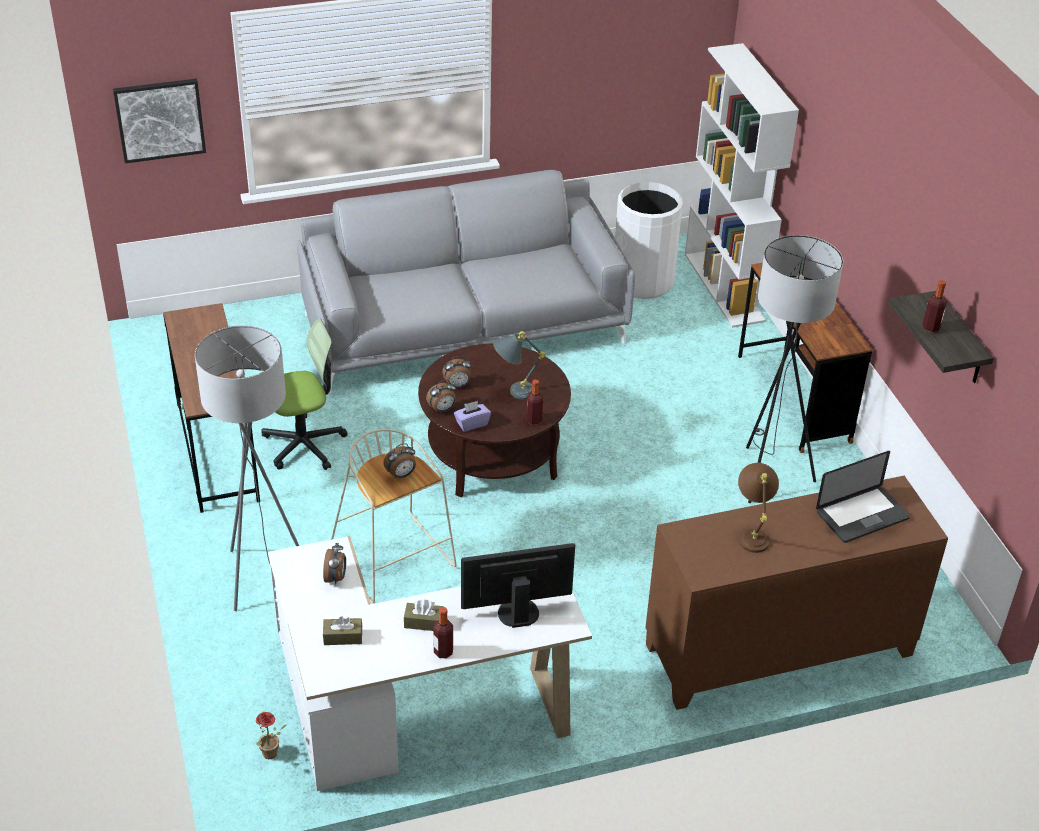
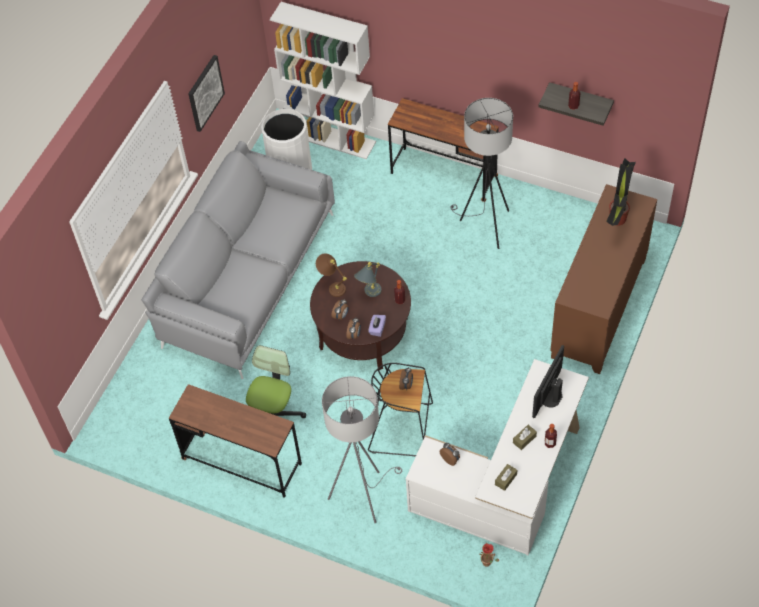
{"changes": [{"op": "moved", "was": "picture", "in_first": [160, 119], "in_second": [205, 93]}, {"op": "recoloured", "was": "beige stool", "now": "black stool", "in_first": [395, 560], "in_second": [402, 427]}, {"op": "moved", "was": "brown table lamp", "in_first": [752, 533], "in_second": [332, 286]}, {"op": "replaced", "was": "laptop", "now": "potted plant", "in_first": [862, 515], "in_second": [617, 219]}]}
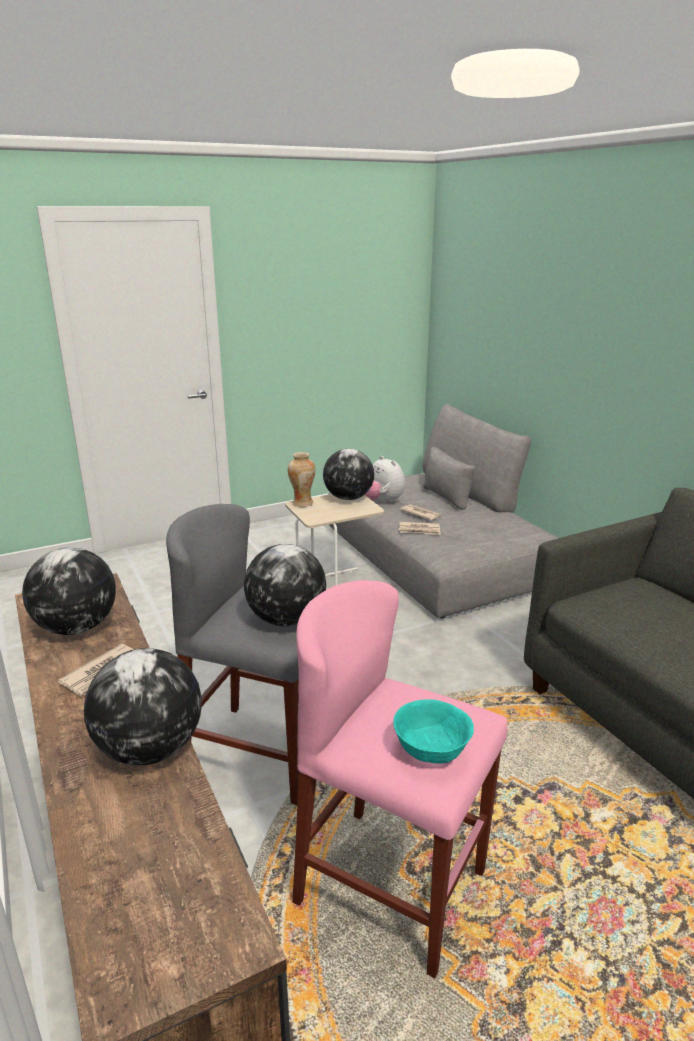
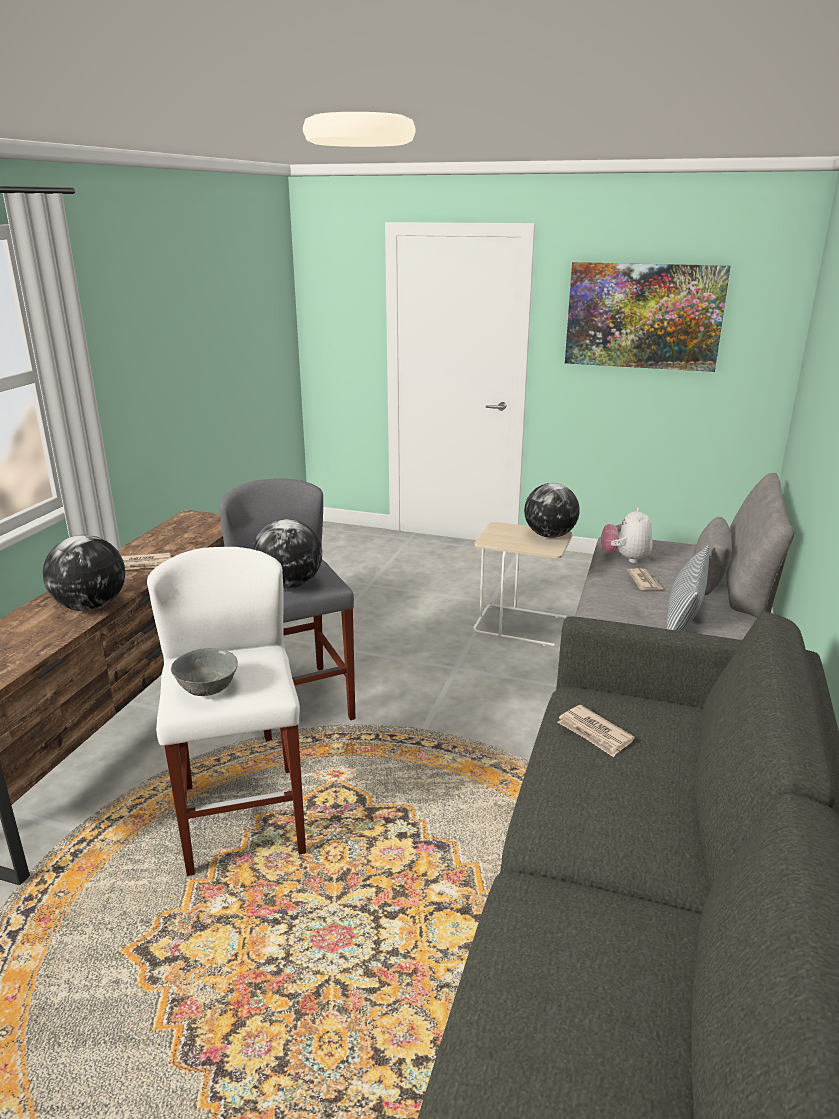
{"changes": [{"op": "removed", "was": "globe", "in_first": [76, 628]}, {"op": "removed", "was": "vase", "in_first": [302, 503]}, {"op": "recoloured", "was": "pink stool", "now": "white stool", "in_first": [391, 887], "in_second": [243, 819]}, {"op": "recoloured", "was": "turquoise bowl", "now": "grey bowl", "in_first": [431, 750], "in_second": [208, 688]}, {"op": "moved", "was": "newspaper", "in_first": [419, 530], "in_second": [594, 733]}, {"op": "added", "now": "picture", "in_second": [643, 316]}, {"op": "added", "now": "pillow", "in_second": [684, 615]}]}
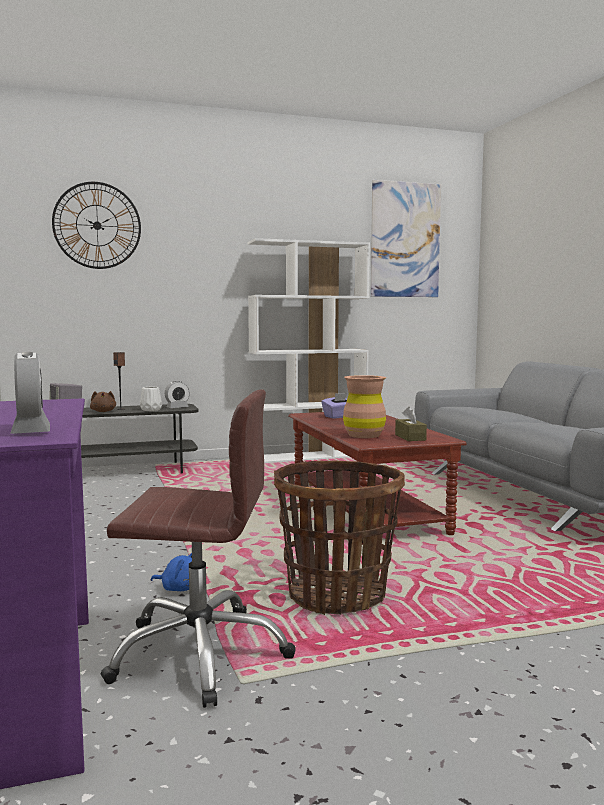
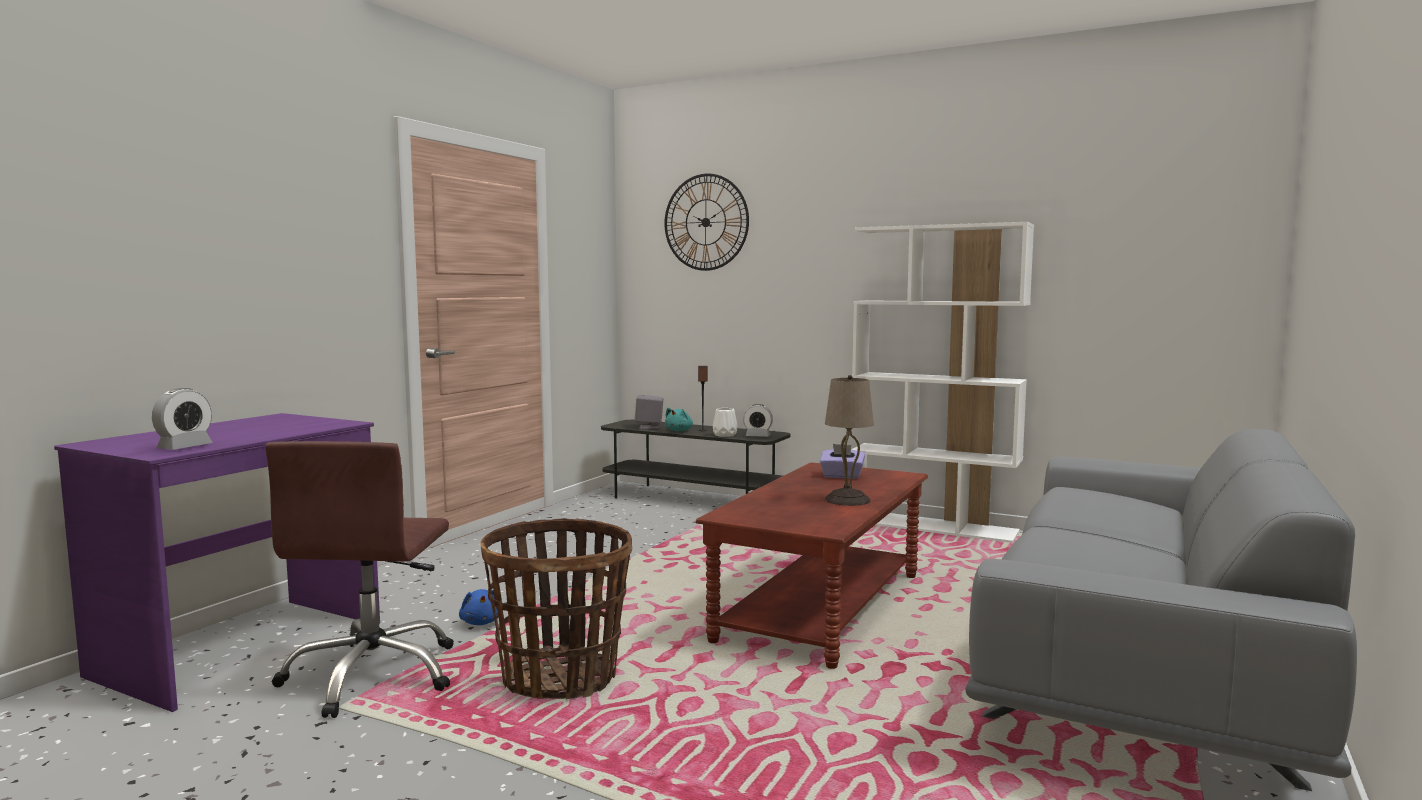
{"changes": [{"op": "recoloured", "was": "brown plush toy", "now": "turquoise plush toy", "in_first": [103, 411], "in_second": [679, 431]}, {"op": "turned", "was": "brown office chair", "in_first": [200, 653], "in_second": [373, 675], "clockwise": 45}, {"op": "removed", "was": "brown vase", "in_first": [364, 435]}, {"op": "removed", "was": "picture", "in_first": [405, 240]}, {"op": "removed", "was": "brown tissue box", "in_first": [410, 437]}, {"op": "added", "now": "beige table lamp", "in_second": [848, 499]}]}
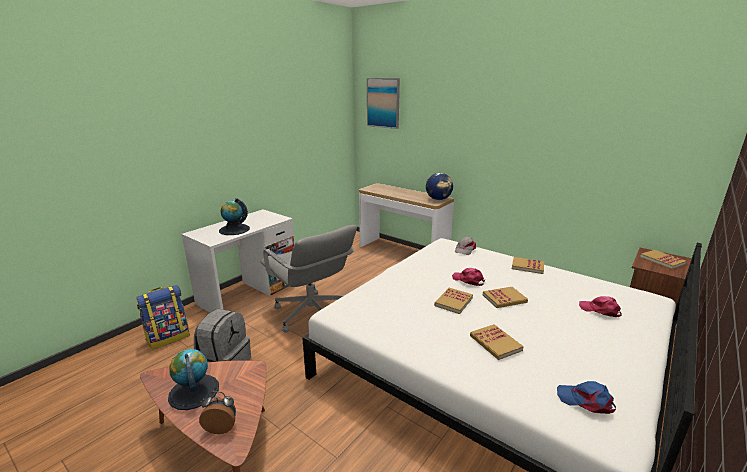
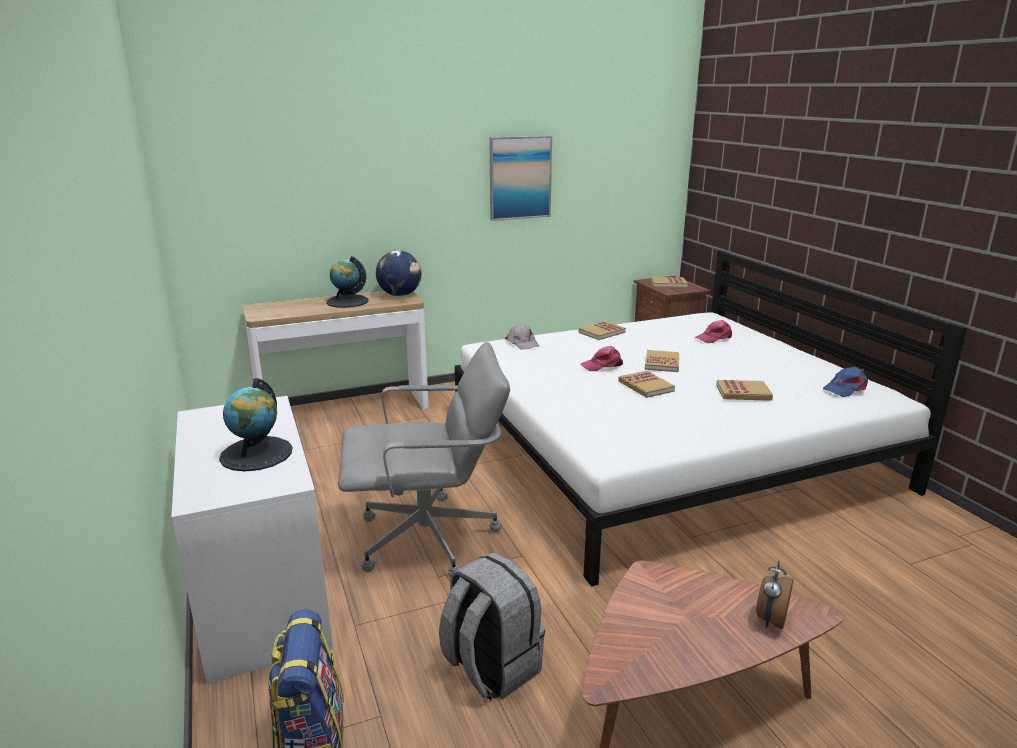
{"changes": [{"op": "moved", "was": "globe", "in_first": [193, 392], "in_second": [347, 301]}, {"op": "moved", "was": "picture", "in_first": [383, 103], "in_second": [520, 178]}]}
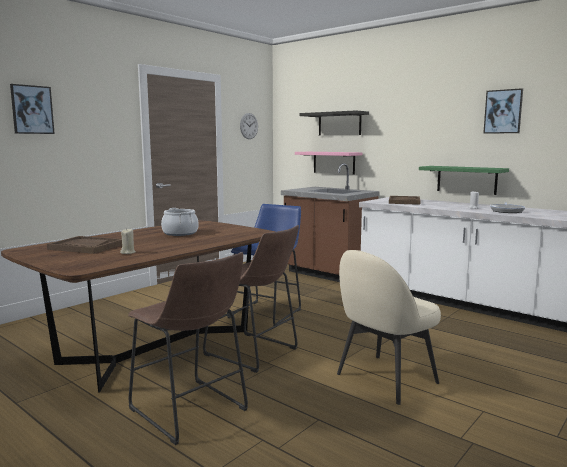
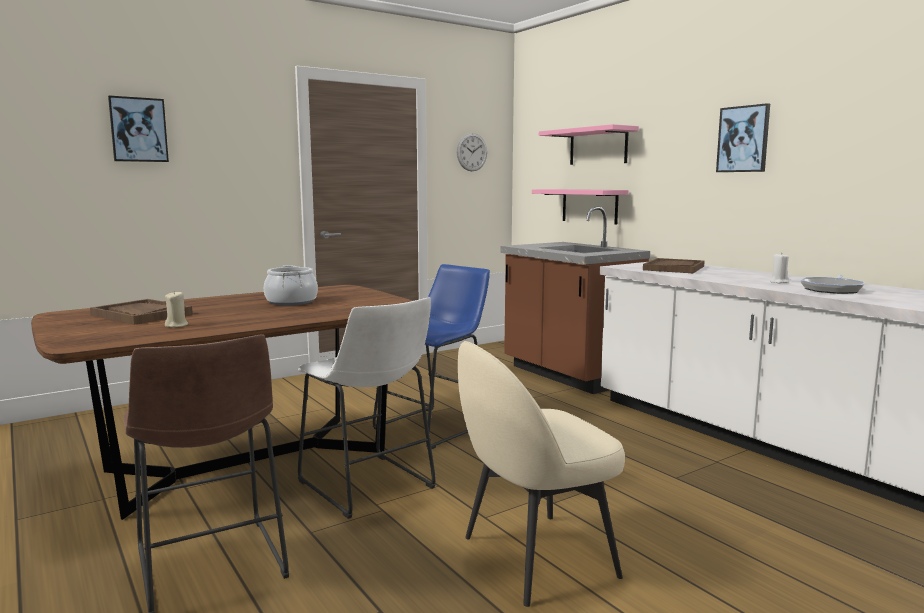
{"changes": [{"op": "recoloured", "was": "brown stool", "now": "white stool", "in_first": [254, 353], "in_second": [369, 487]}, {"op": "recoloured", "was": "black shelf", "now": "pink shelf", "in_first": [339, 124], "in_second": [598, 146]}, {"op": "removed", "was": "green shelf", "in_first": [466, 179]}, {"op": "moved", "was": "picture", "in_first": [503, 111], "in_second": [743, 139]}]}
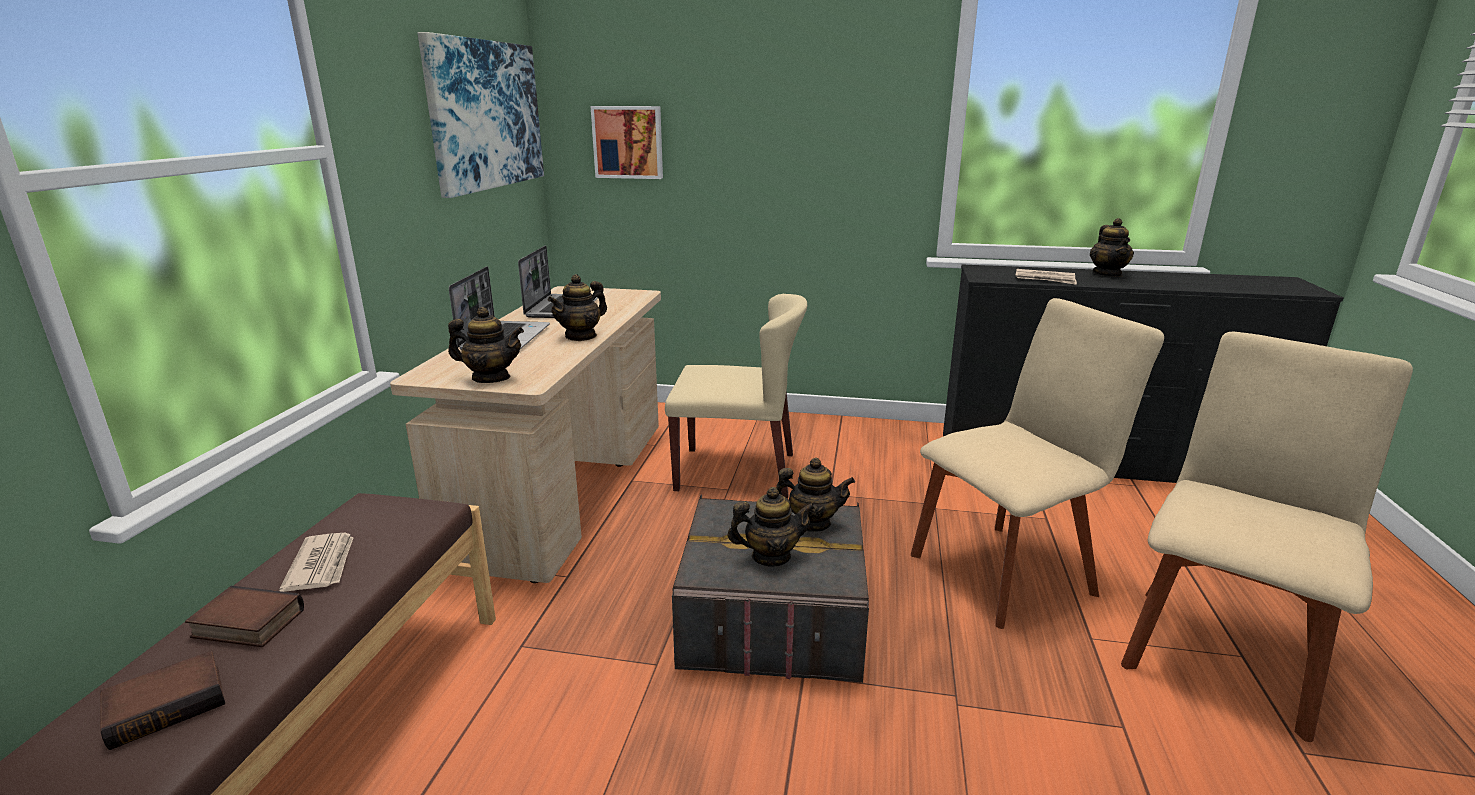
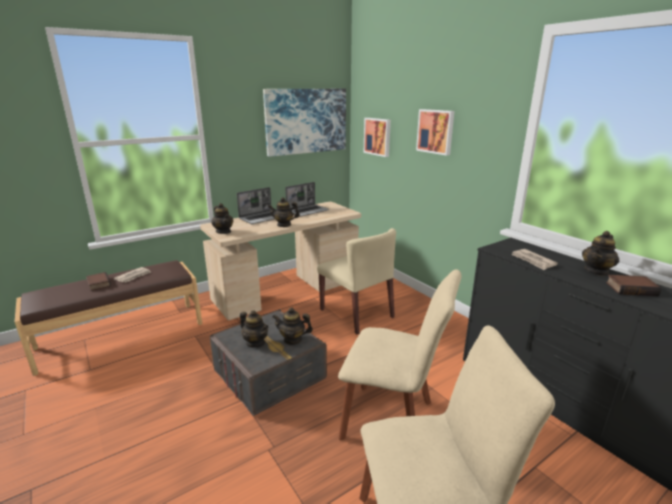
{"changes": [{"op": "moved", "was": "book", "in_first": [168, 704], "in_second": [631, 288]}, {"op": "turned", "was": "teapot", "in_first": [812, 523], "in_second": [292, 339], "clockwise": 135}, {"op": "added", "now": "picture", "in_second": [436, 131]}]}
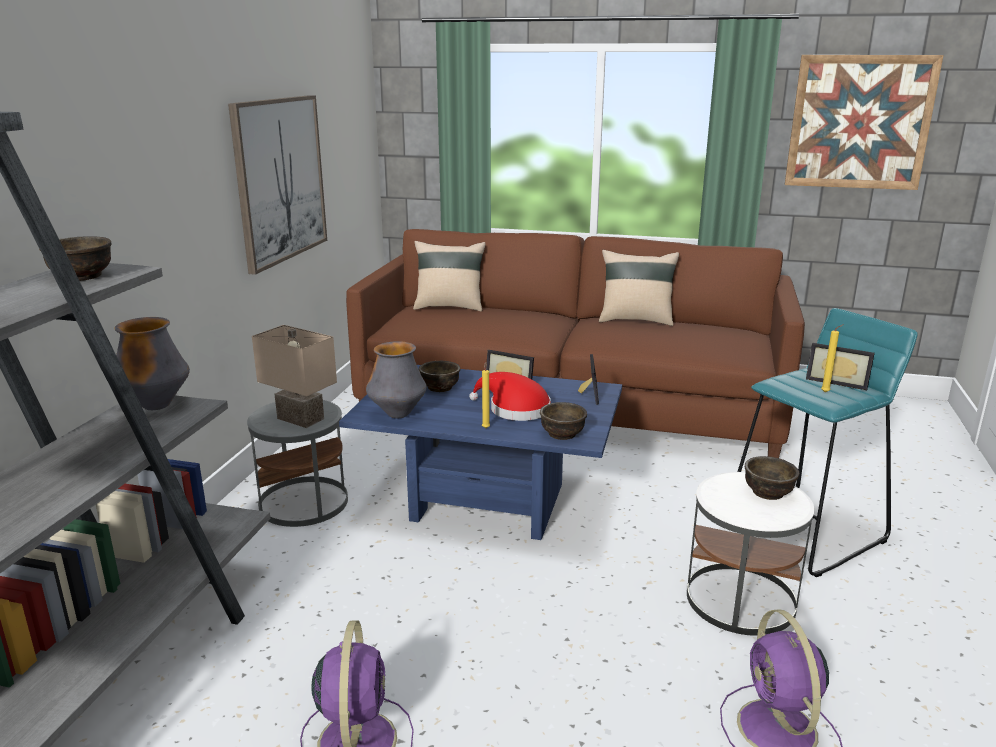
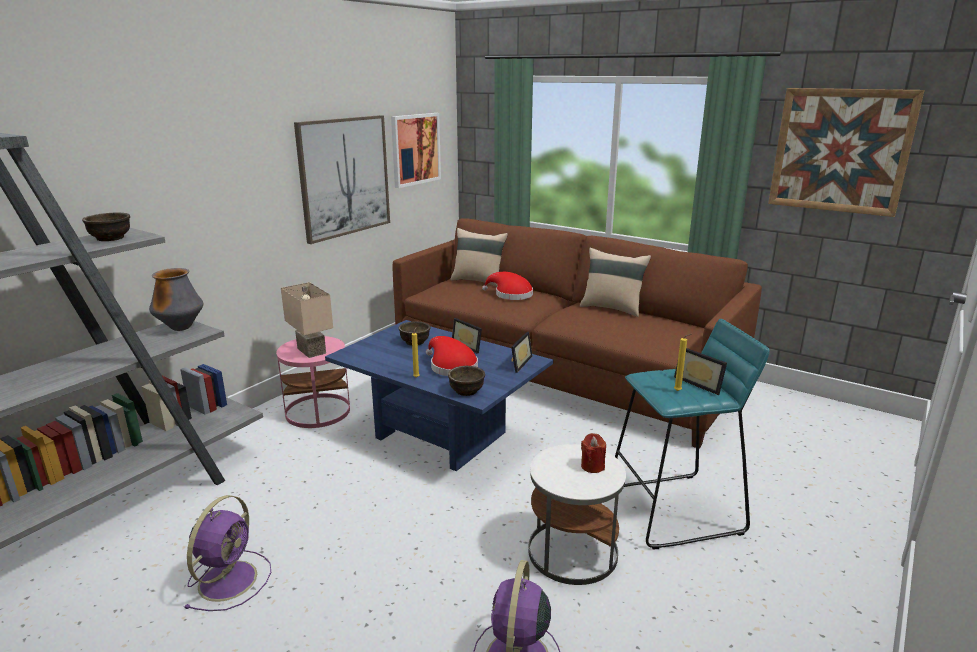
{"changes": [{"op": "recoloured", "was": "grey side table", "now": "pink side table", "in_first": [304, 502], "in_second": [318, 412]}, {"op": "removed", "was": "vase", "in_first": [397, 414]}, {"op": "replaced", "was": "brown bowl", "now": "red candle", "in_first": [767, 492], "in_second": [592, 466]}, {"op": "added", "now": "picture", "in_second": [415, 149]}, {"op": "added", "now": "red hat", "in_second": [510, 295]}]}
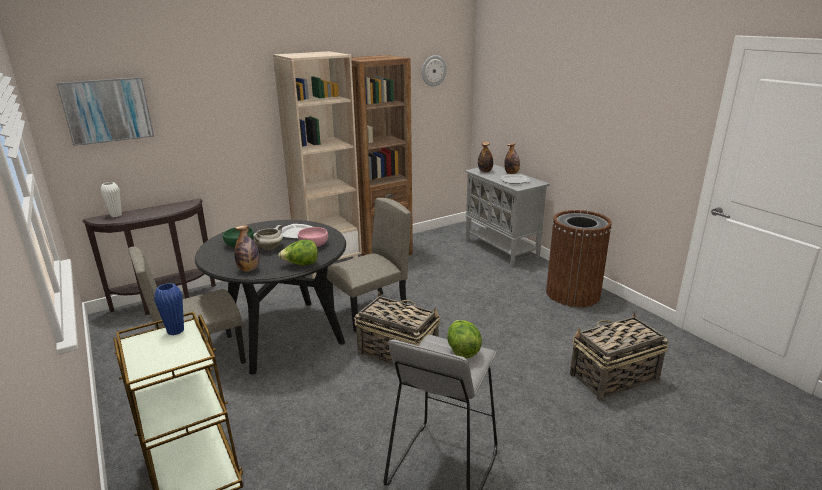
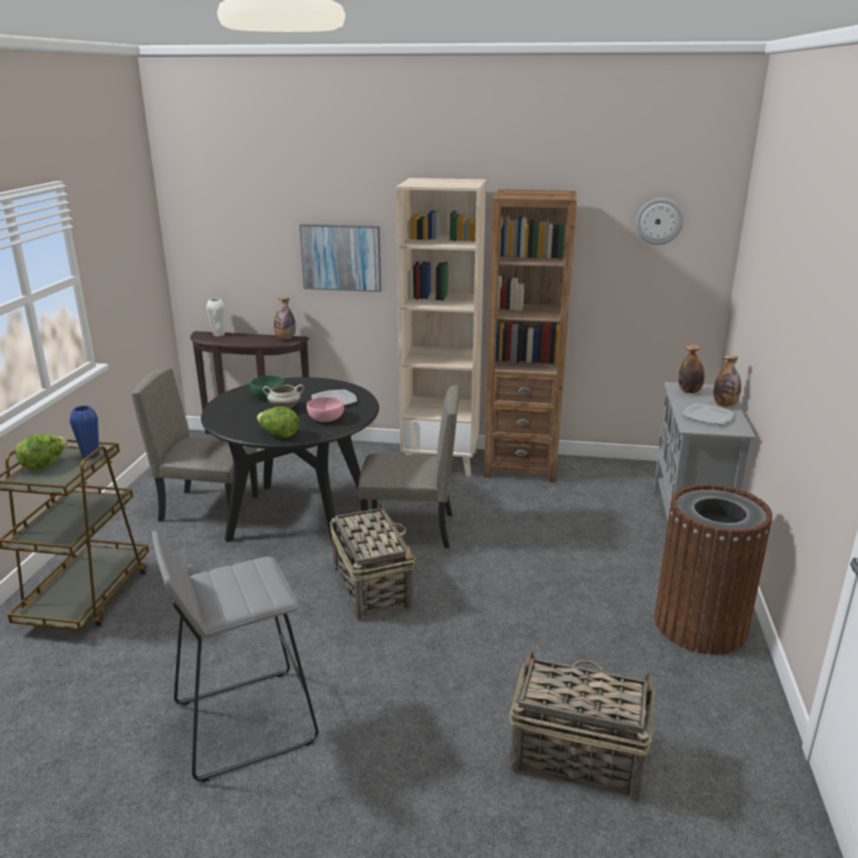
{"changes": [{"op": "moved", "was": "picture", "in_first": [107, 110], "in_second": [341, 257]}, {"op": "moved", "was": "bottle", "in_first": [249, 269], "in_second": [285, 338]}, {"op": "moved", "was": "lettuce", "in_first": [462, 350], "in_second": [44, 465]}]}
